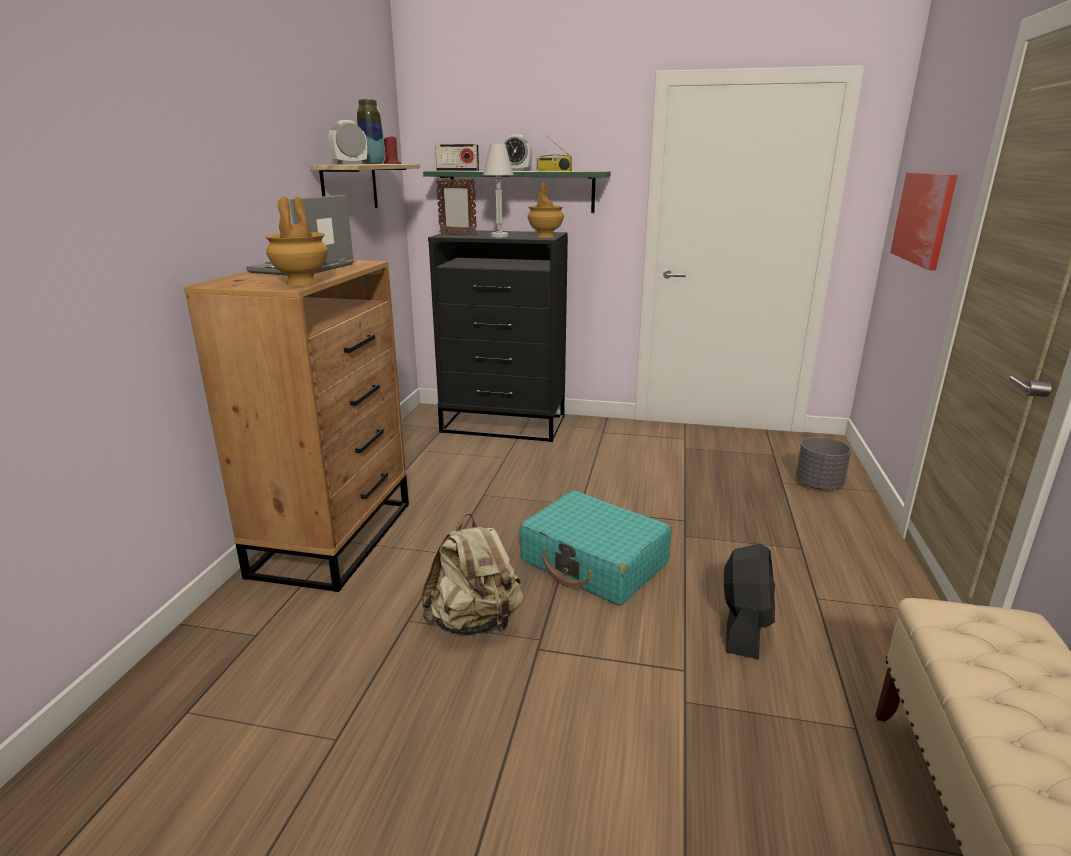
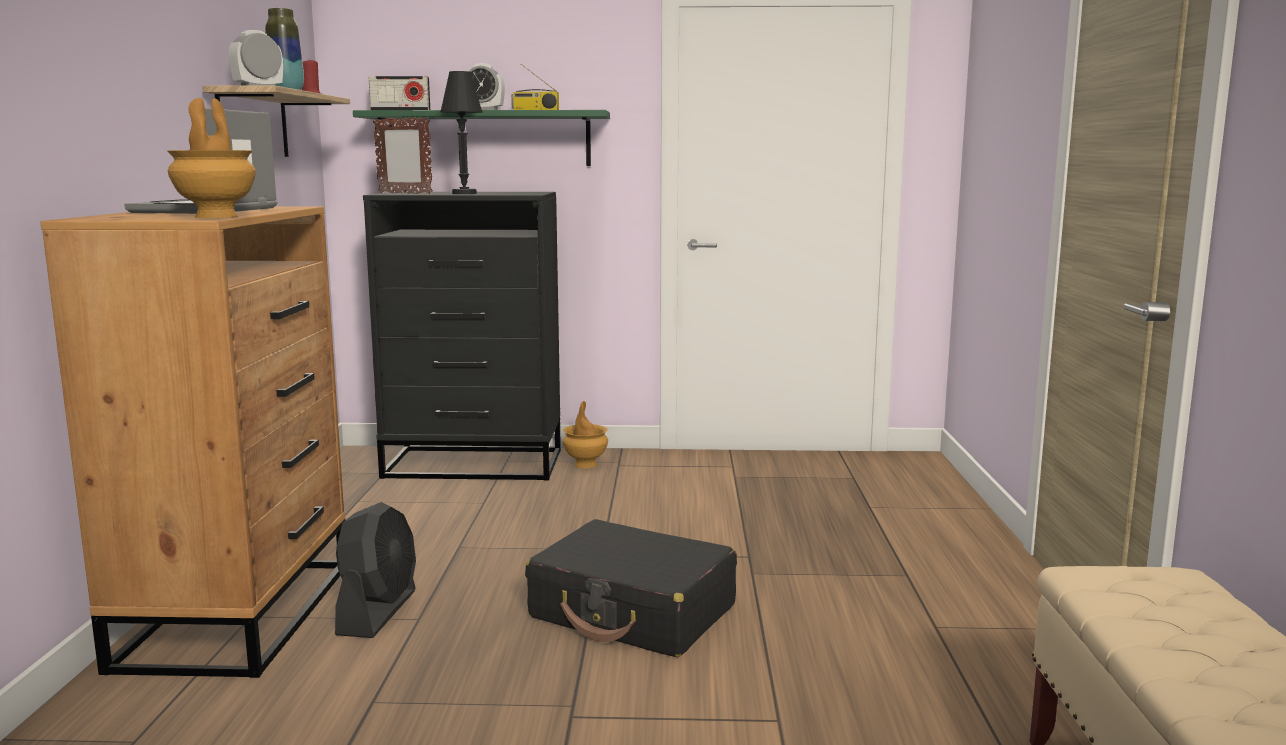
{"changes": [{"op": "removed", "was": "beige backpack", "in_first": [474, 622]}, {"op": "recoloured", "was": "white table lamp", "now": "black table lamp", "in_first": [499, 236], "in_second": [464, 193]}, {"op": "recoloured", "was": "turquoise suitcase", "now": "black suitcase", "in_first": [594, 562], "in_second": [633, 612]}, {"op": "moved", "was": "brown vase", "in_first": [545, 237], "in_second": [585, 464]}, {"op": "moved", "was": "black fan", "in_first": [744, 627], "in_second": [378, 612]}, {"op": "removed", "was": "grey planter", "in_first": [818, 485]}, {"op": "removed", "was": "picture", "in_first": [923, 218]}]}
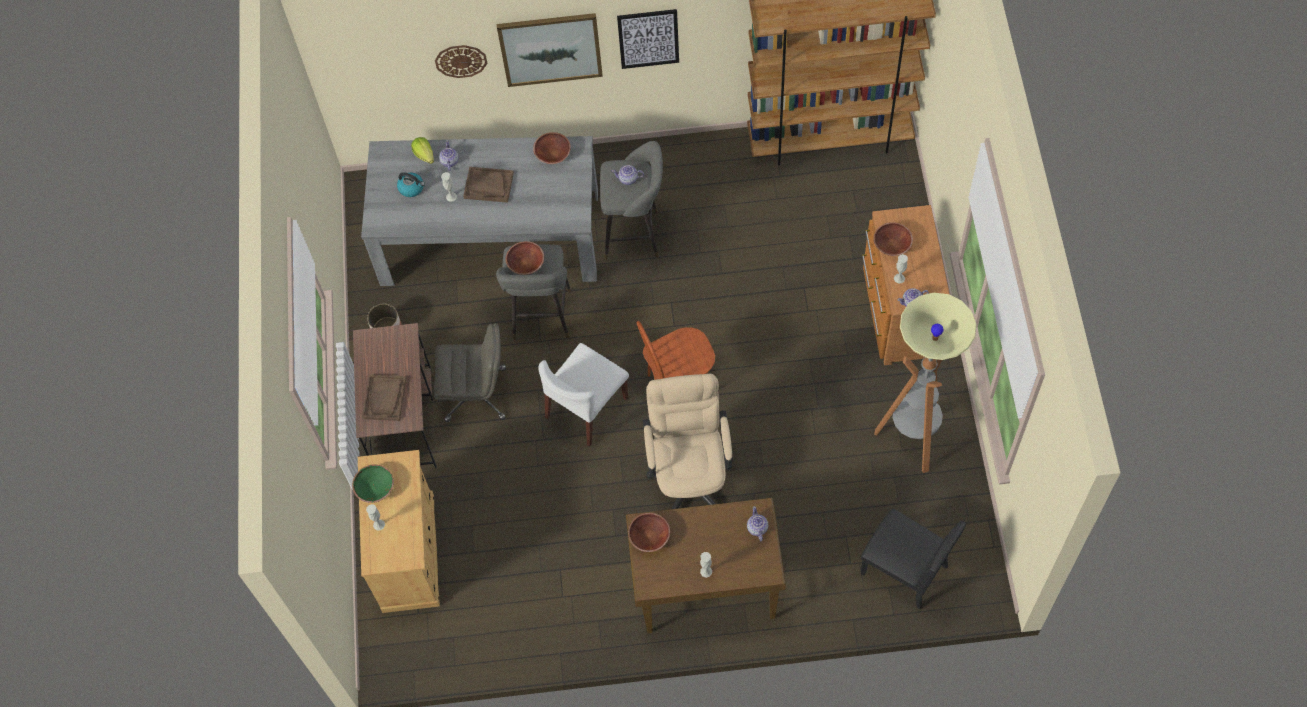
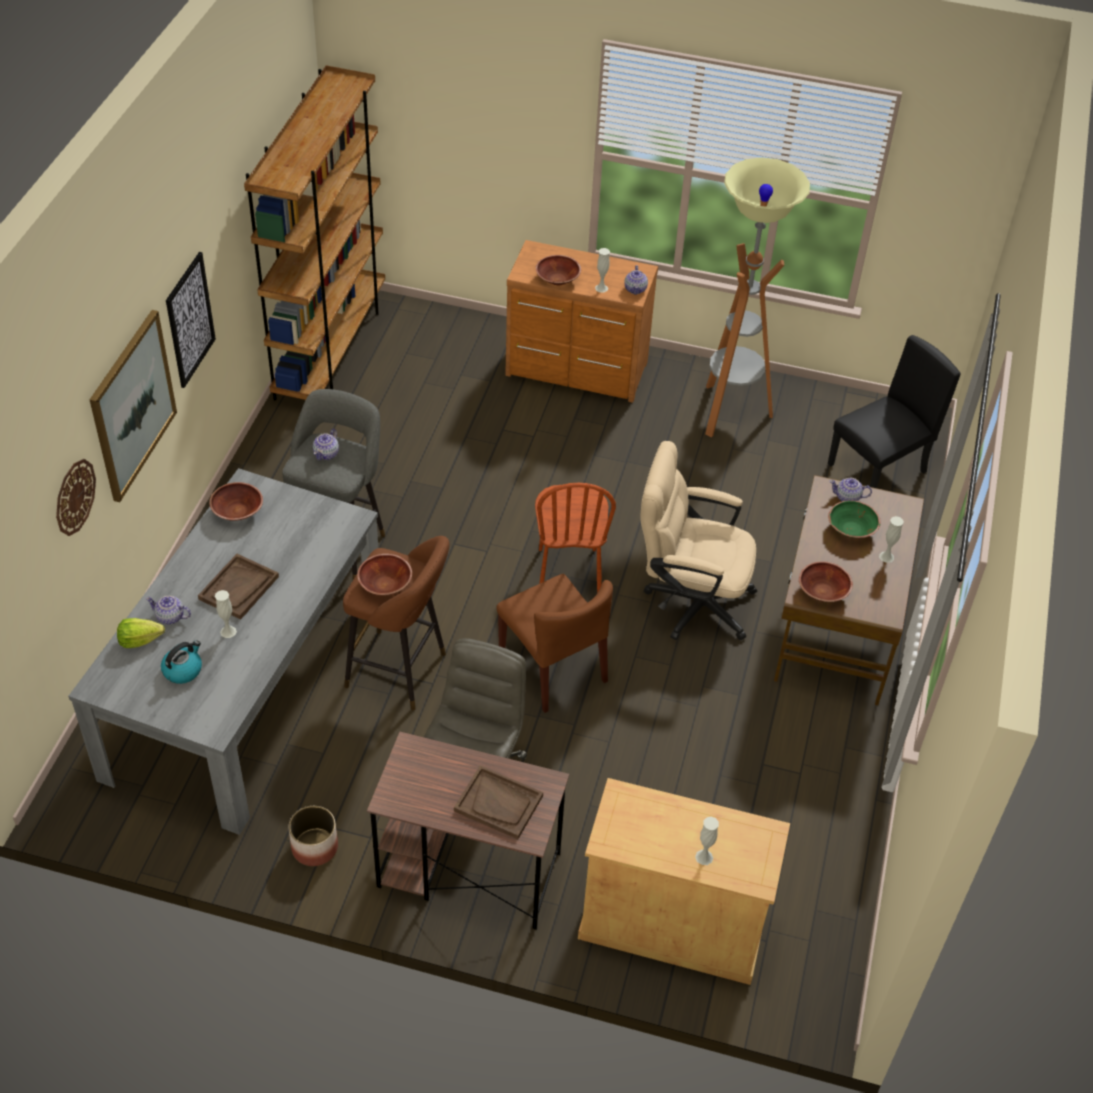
{"changes": [{"op": "moved", "was": "green bowl", "in_first": [375, 488], "in_second": [851, 529]}, {"op": "recoloured", "was": "grey stool", "now": "brown stool", "in_first": [541, 318], "in_second": [401, 672]}, {"op": "recoloured", "was": "white chair", "now": "brown chair", "in_first": [586, 408], "in_second": [553, 667]}]}
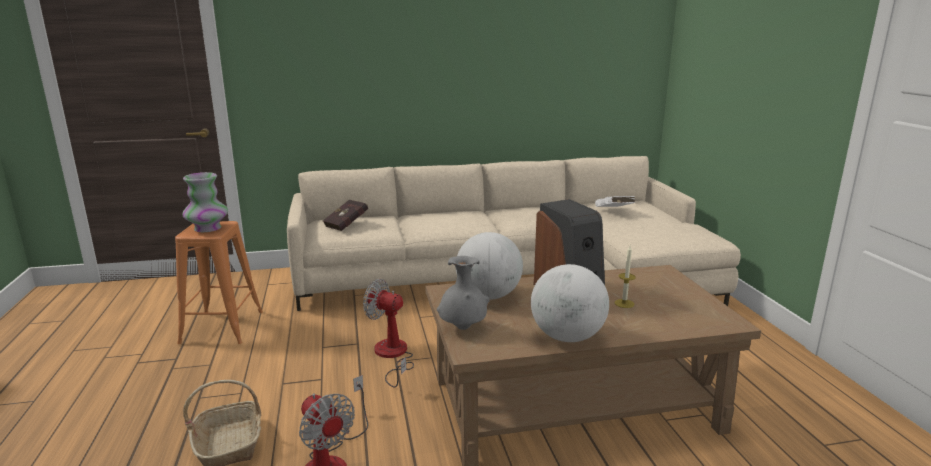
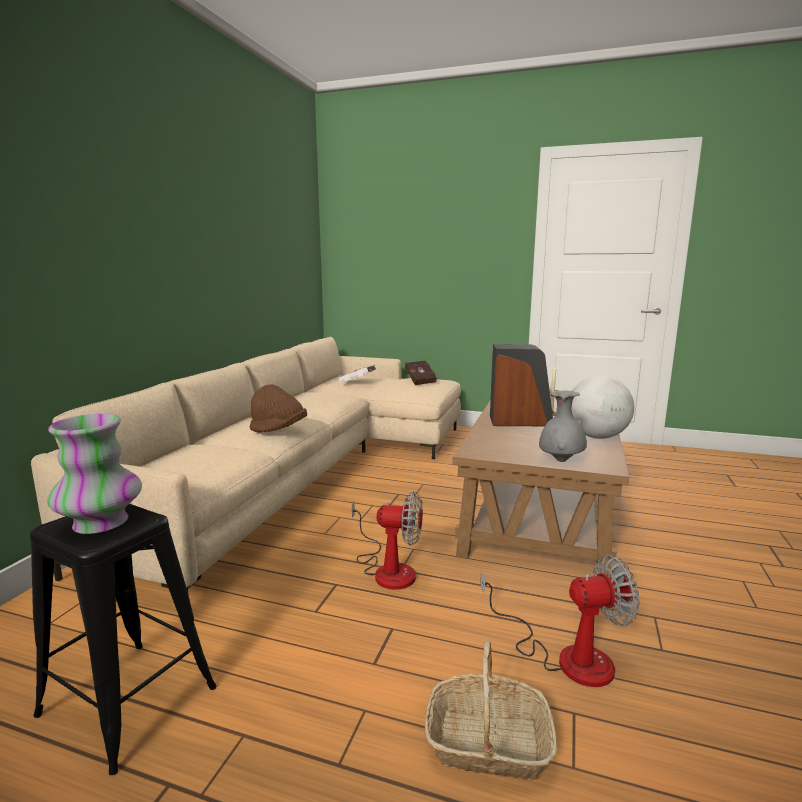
{"changes": [{"op": "recoloured", "was": "orange stool", "now": "black stool", "in_first": [222, 327], "in_second": [127, 700]}, {"op": "moved", "was": "red book", "in_first": [348, 225], "in_second": [420, 381]}, {"op": "turned", "was": "fan", "in_first": [392, 356], "in_second": [388, 569], "clockwise": -135}, {"op": "removed", "was": "globe", "in_first": [488, 296]}, {"op": "added", "now": "brown hat", "in_second": [279, 430]}]}
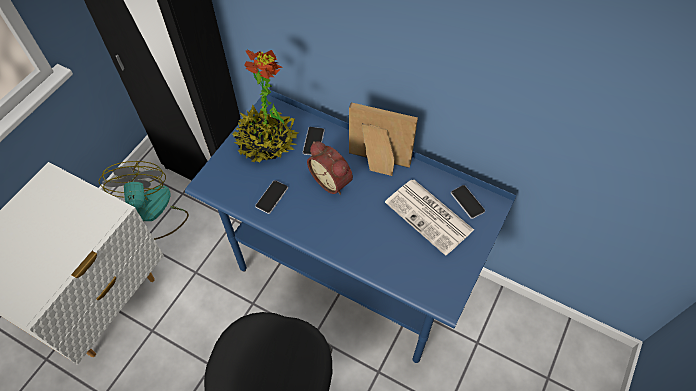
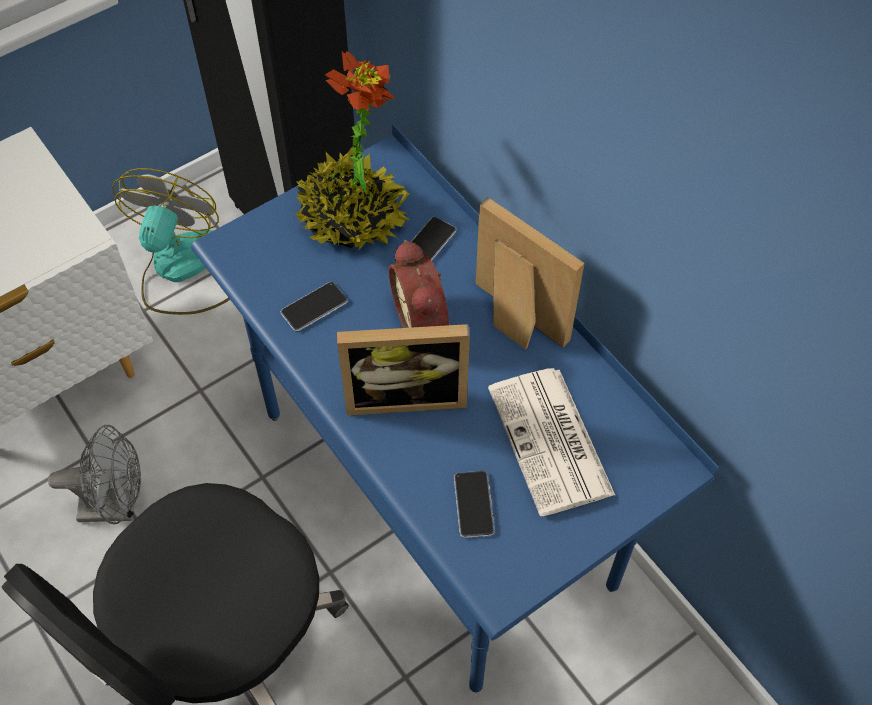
{"changes": [{"op": "moved", "was": "phone", "in_first": [467, 202], "in_second": [474, 504]}, {"op": "added", "now": "grey fan", "in_second": [117, 506]}, {"op": "added", "now": "picture frame", "in_second": [405, 394]}]}
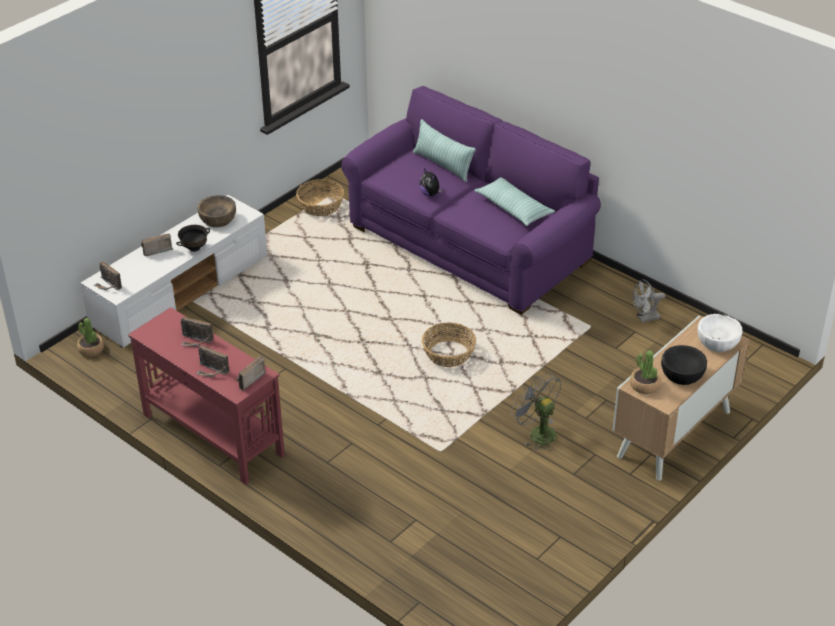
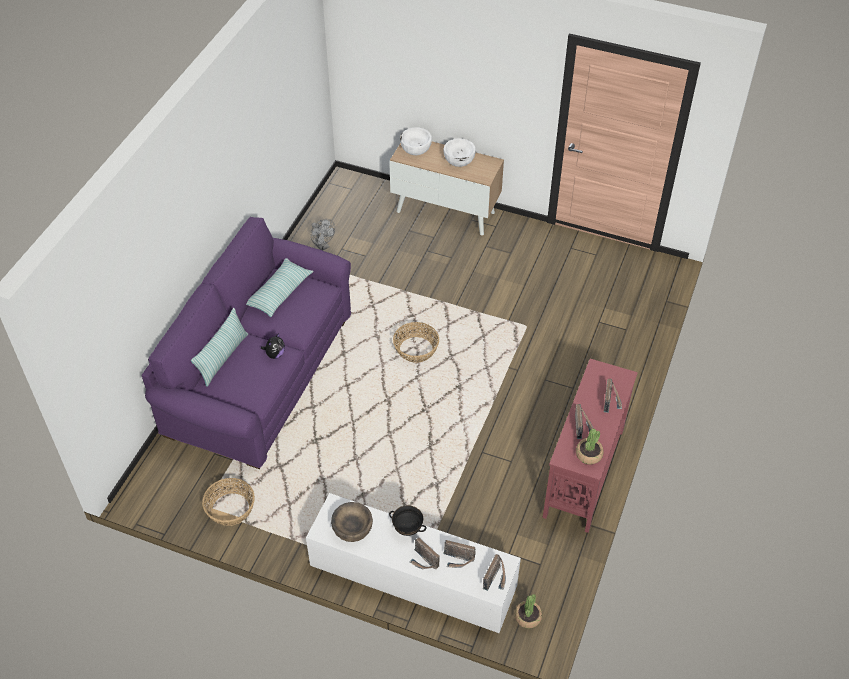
{"changes": [{"op": "moved", "was": "radio", "in_first": [247, 380], "in_second": [459, 560]}, {"op": "removed", "was": "grey fan", "in_first": [537, 433]}, {"op": "moved", "was": "potted plant", "in_first": [644, 385], "in_second": [589, 454]}, {"op": "recoloured", "was": "black bowl", "now": "white bowl", "in_first": [682, 374], "in_second": [459, 159]}]}
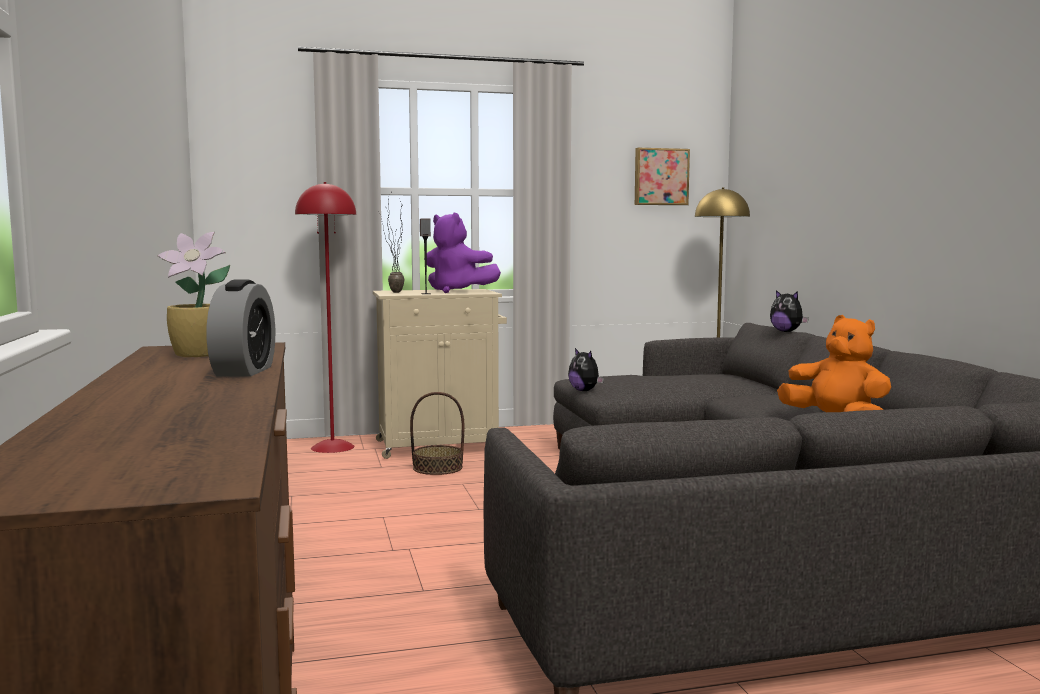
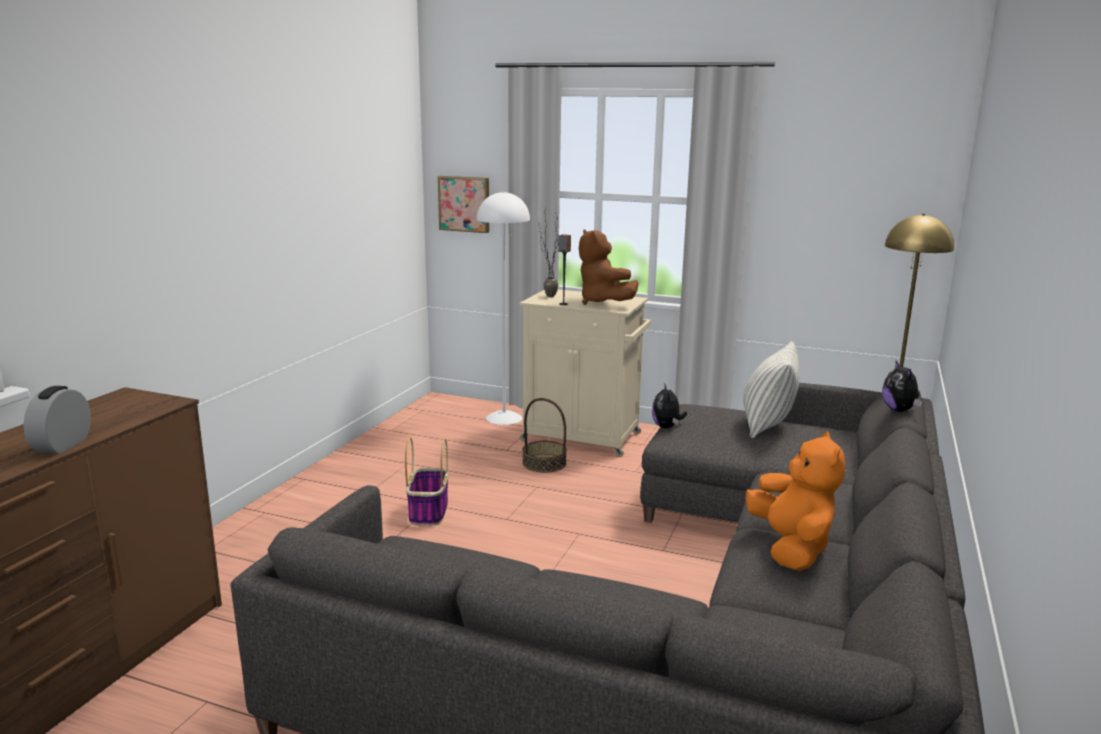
{"changes": [{"op": "removed", "was": "potted plant", "in_first": [198, 355]}, {"op": "turned", "was": "alarm clock", "in_first": [244, 371], "in_second": [62, 445], "clockwise": 150}, {"op": "recoloured", "was": "red floor lamp", "now": "white floor lamp", "in_first": [332, 447], "in_second": [504, 418]}, {"op": "recoloured", "was": "purple plush toy", "now": "brown plush toy", "in_first": [457, 291], "in_second": [602, 302]}, {"op": "moved", "was": "picture", "in_first": [660, 177], "in_second": [465, 204]}, {"op": "added", "now": "basket", "in_second": [428, 511]}, {"op": "added", "now": "pillow", "in_second": [767, 424]}]}
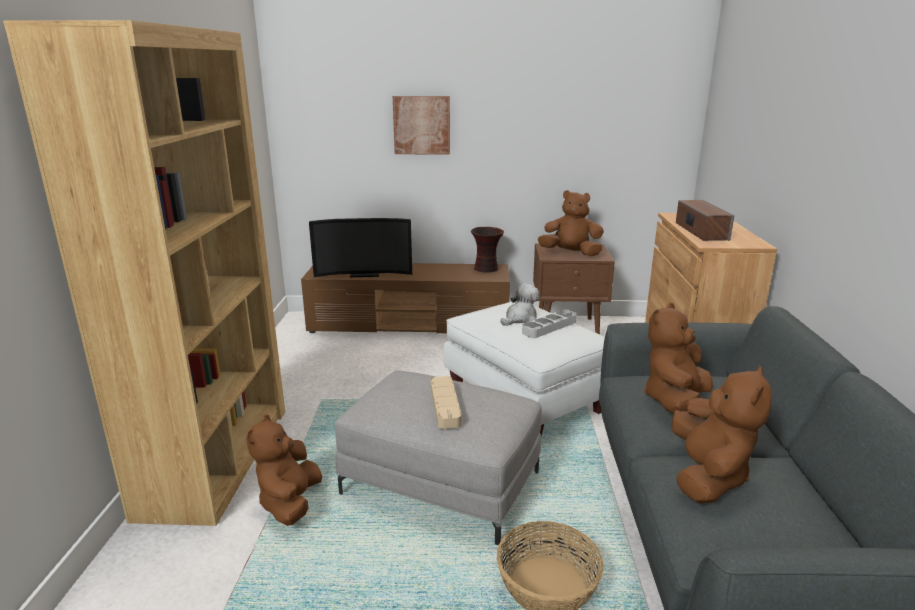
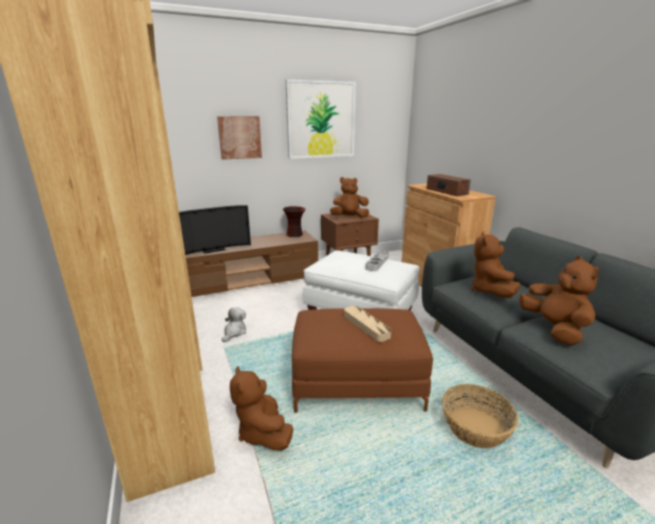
{"changes": [{"op": "recoloured", "was": "grey ottoman", "now": "brown ottoman", "in_first": [442, 482], "in_second": [357, 381]}, {"op": "moved", "was": "plush toy", "in_first": [520, 318], "in_second": [234, 332]}, {"op": "added", "now": "picture", "in_second": [321, 120]}]}
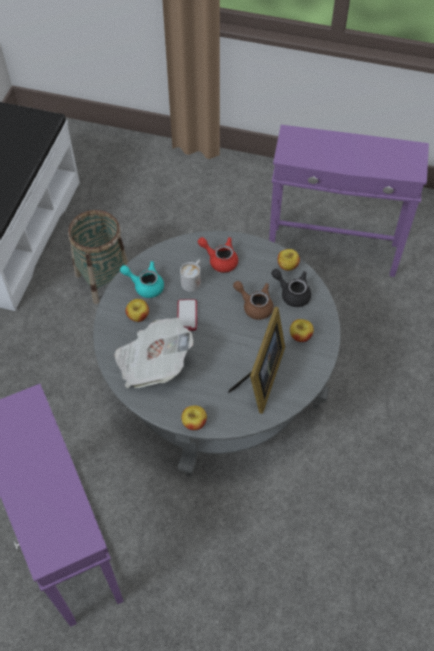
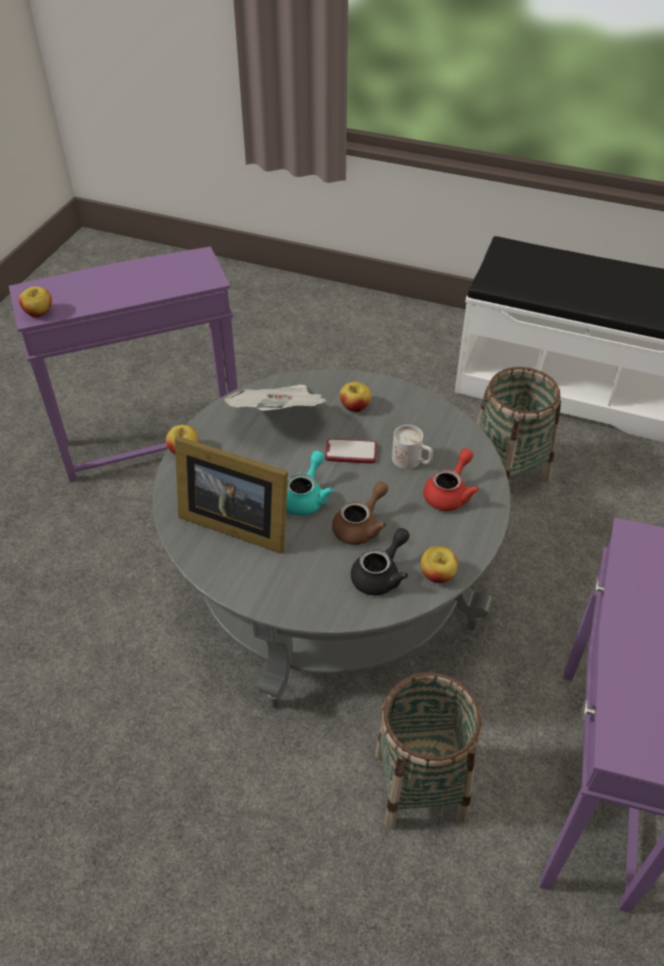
{"changes": [{"op": "moved", "was": "turquoise teapot", "in_first": [145, 285], "in_second": [306, 497]}, {"op": "moved", "was": "apple", "in_first": [300, 336], "in_second": [38, 312]}, {"op": "added", "now": "basket", "in_second": [420, 785]}]}
